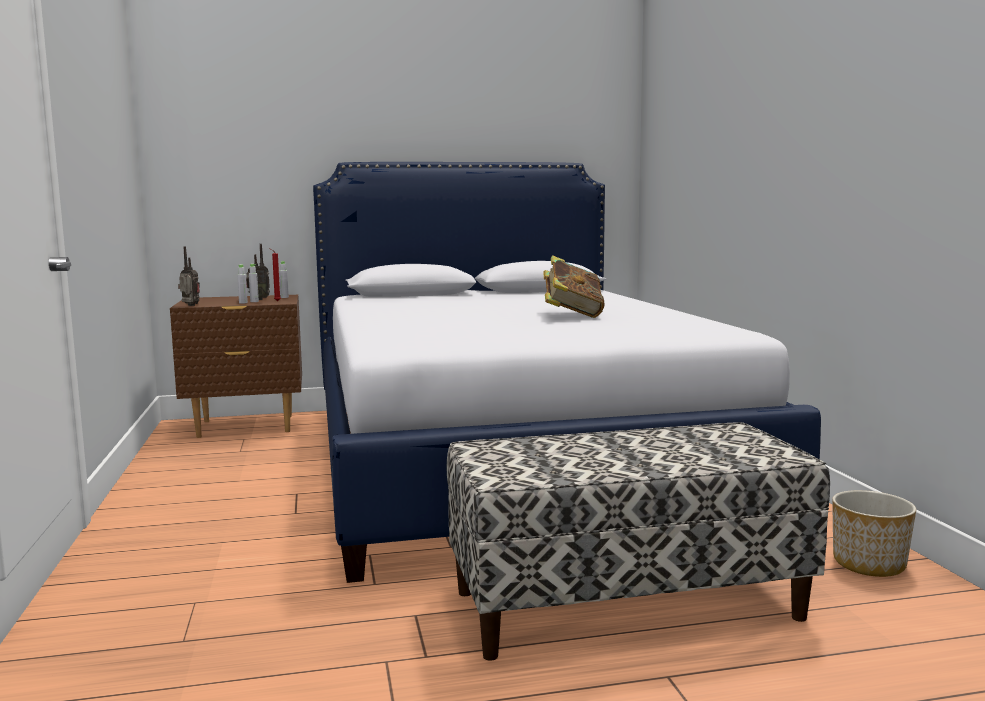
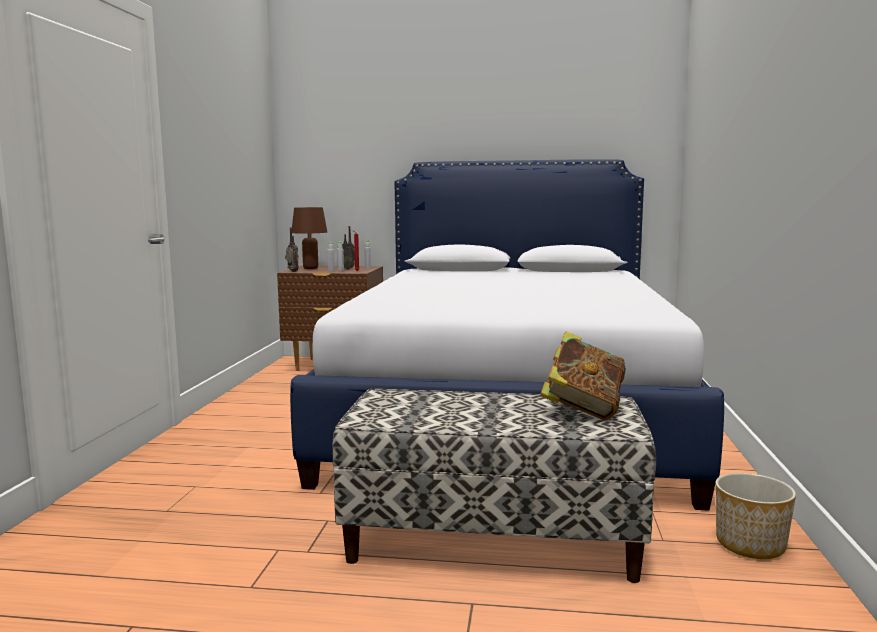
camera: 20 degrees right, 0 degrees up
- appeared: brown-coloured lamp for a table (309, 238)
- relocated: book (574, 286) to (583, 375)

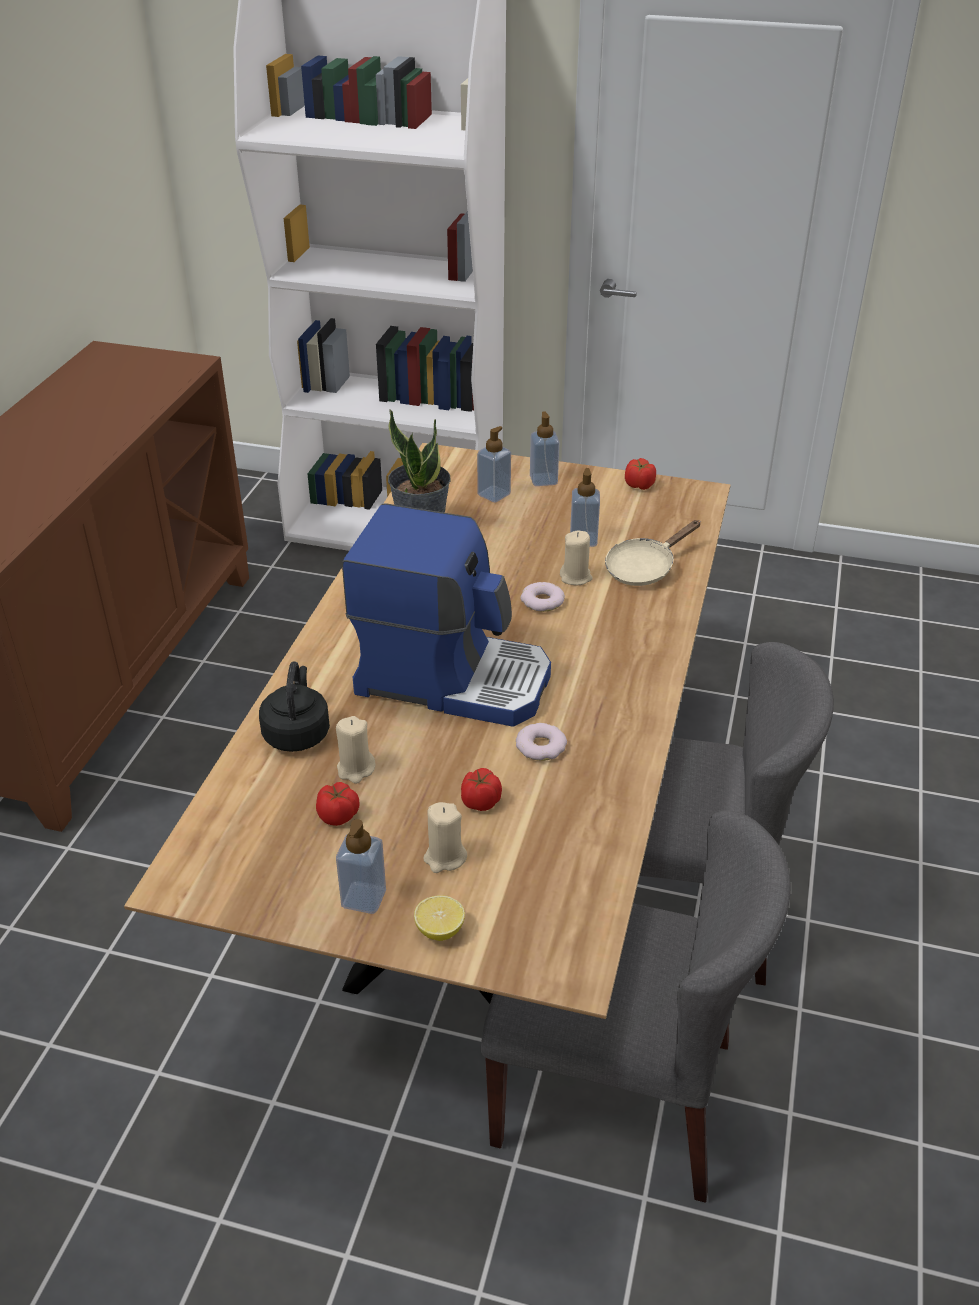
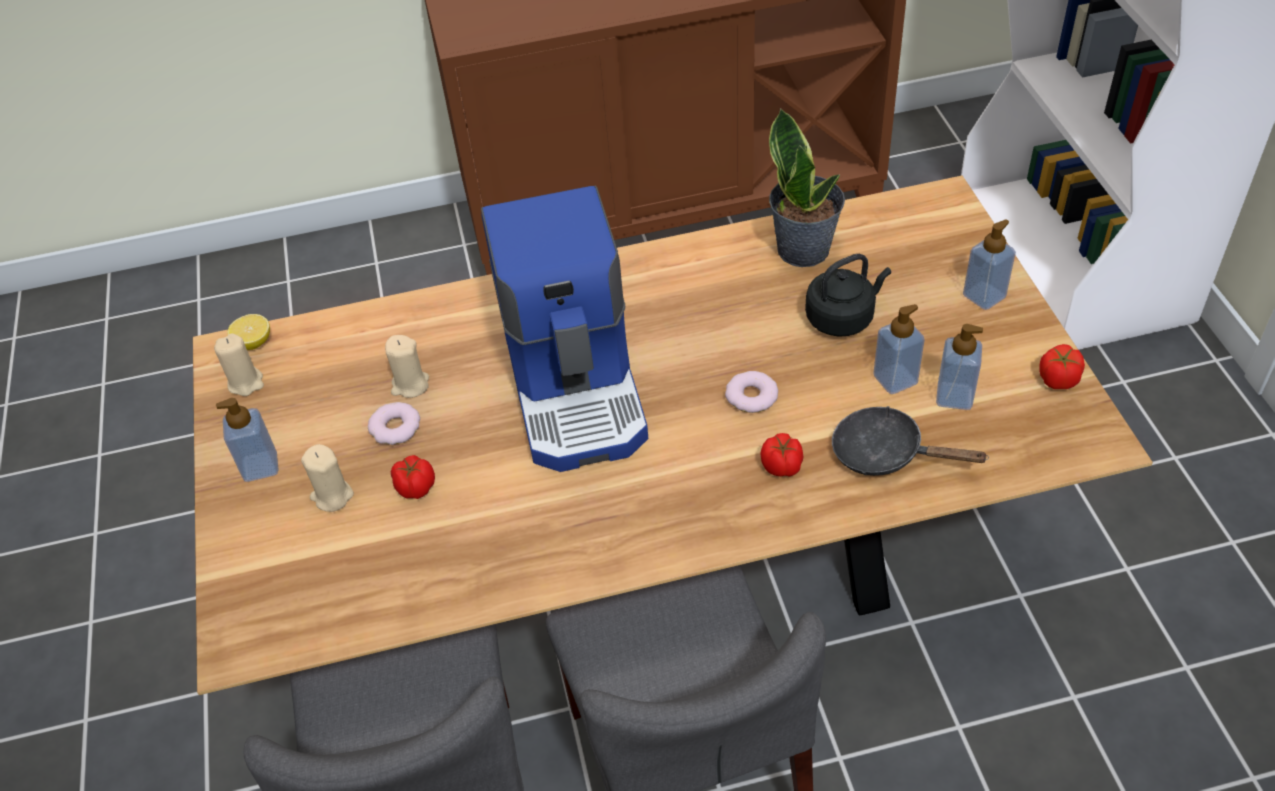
camera: 65 degrees right, 10 degrees up
- relocated: blackish tea kettle (294, 706) to (848, 295)
- relocated: whole tomato (338, 804) to (782, 454)
- relocated: citrus fruit (439, 918) to (248, 332)
- relocated: soap bottle (494, 464) to (959, 367)
- relocated: ring doughnut (541, 742) to (394, 423)
- relocated: beige-coloured wax light (576, 558) to (239, 364)
- colour: beige-coloured skillet (653, 553) to blackish skillet (910, 441)

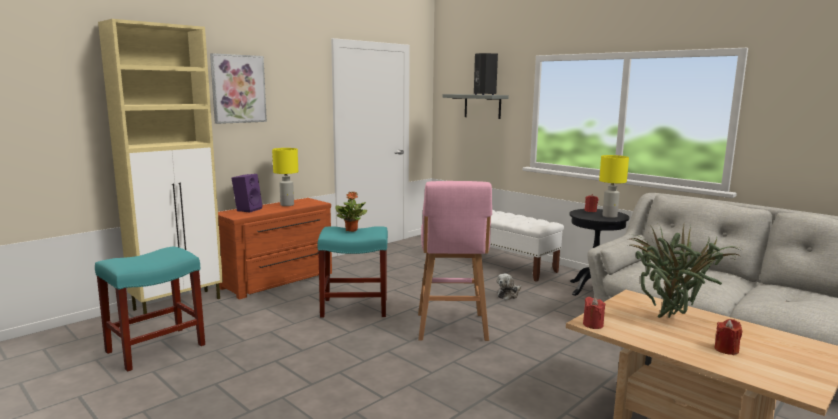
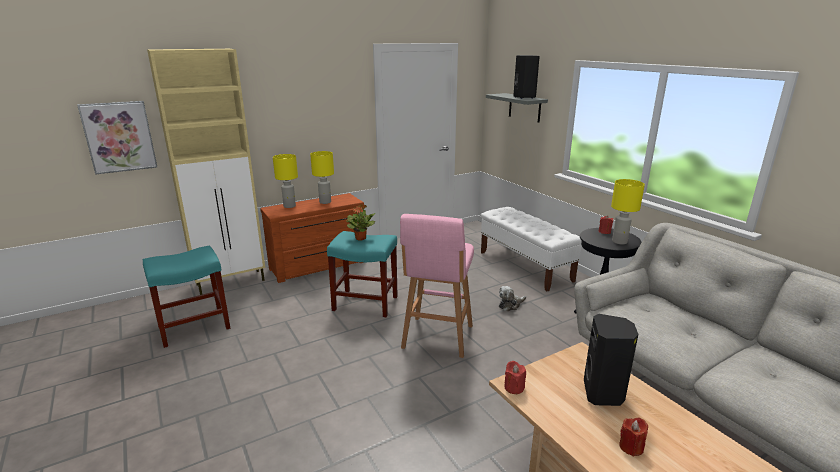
camera: 15 degrees right, 10 degrees up
- relocated: wall picture (238, 88) to (117, 138)
- exchanged: purplish speaker (247, 193) to yellow-coloured lamp for a table (285, 181)
- exchanged: houseplant (684, 271) to blackish speaker (611, 360)

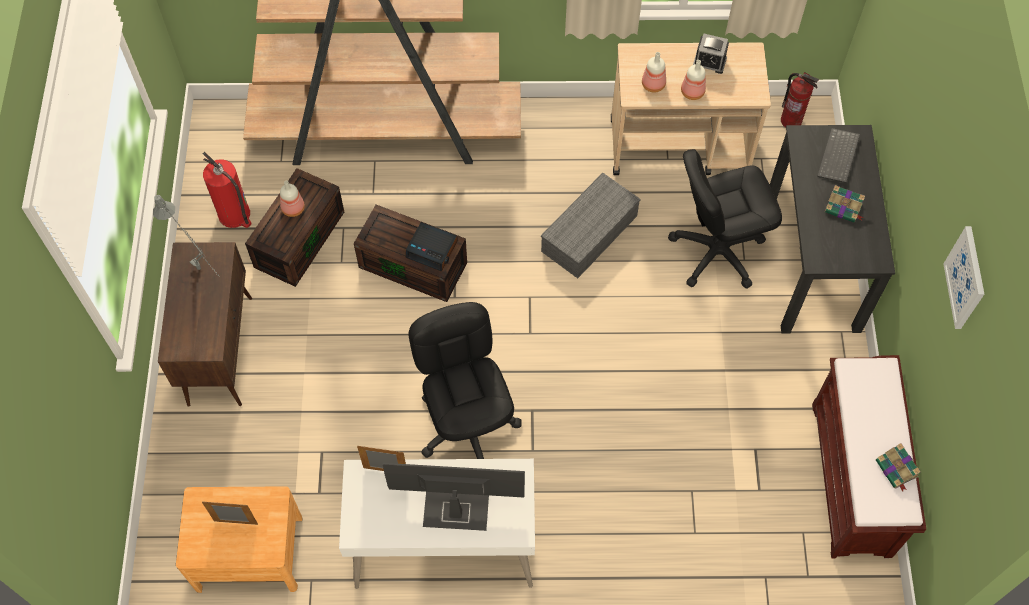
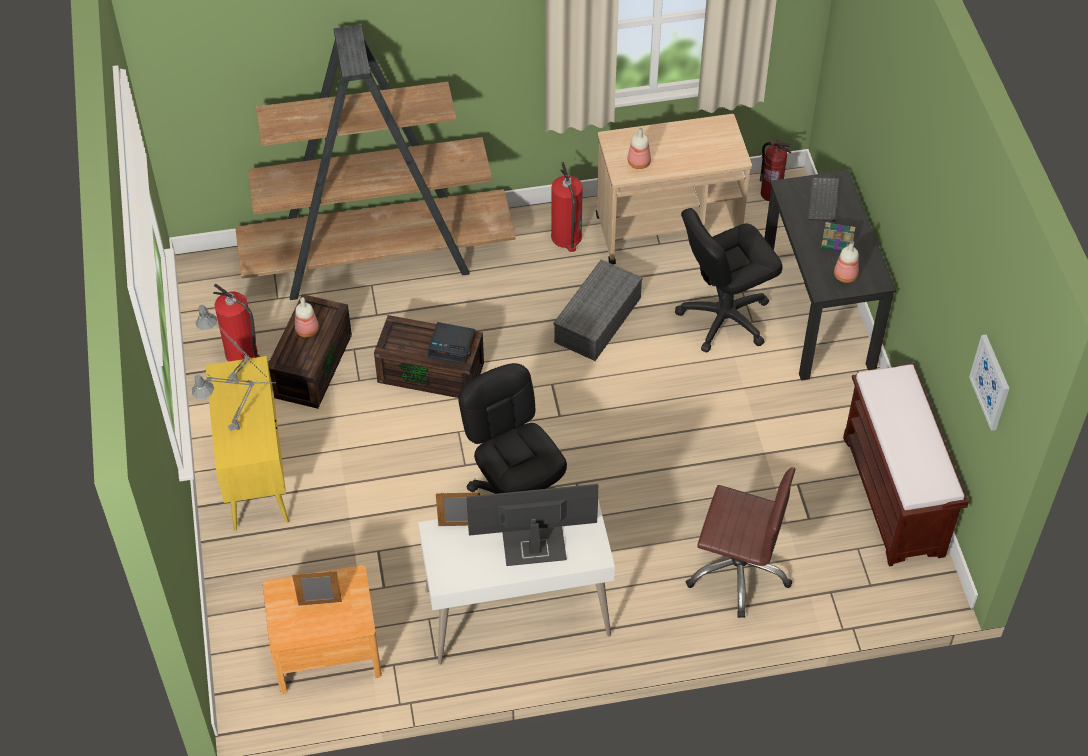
camera: 10 degrees left, 10 degrees down
- missing: table clock (711, 54)
- missing: book (898, 467)
- appeared: greyish lamp for a table (234, 402)
- appeared: fire extinguisher (567, 207)
- appeared: brown-coloured computer chair (741, 542)
- relocated: drink bottle (693, 80) to (846, 262)
- relocated: wall picture (963, 277) to (989, 382)
- colour: brown-coloured cabinet (205, 324) to yellow-coloured cabinet (247, 443)

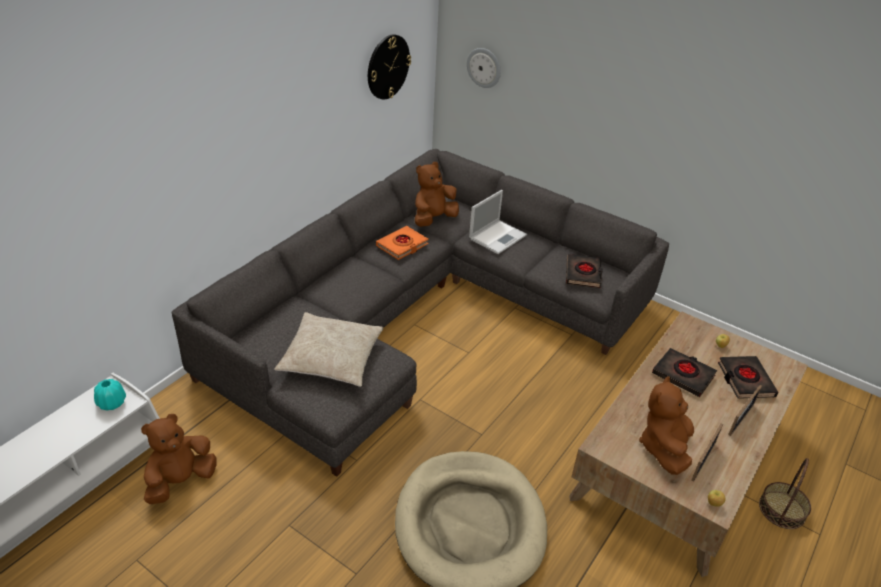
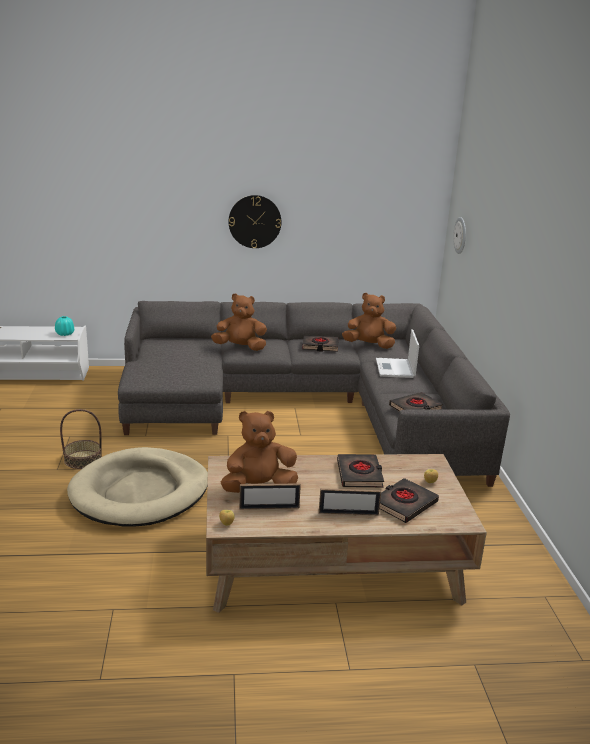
camera: 50 degrees right, 15 degrees down
- missing: beige-coloured pillow (328, 349)
- relocated: brown-coloured cuddly toy (178, 459) to (239, 322)
- relocated: hanging clock (389, 67) to (255, 221)
- relocated: storage basket (785, 493) to (81, 439)
- colour: orange-coloured book (402, 243) to blackish book (320, 343)
- spun: notebook computer (498, 222) = (397, 353) 90 degrees clockwise

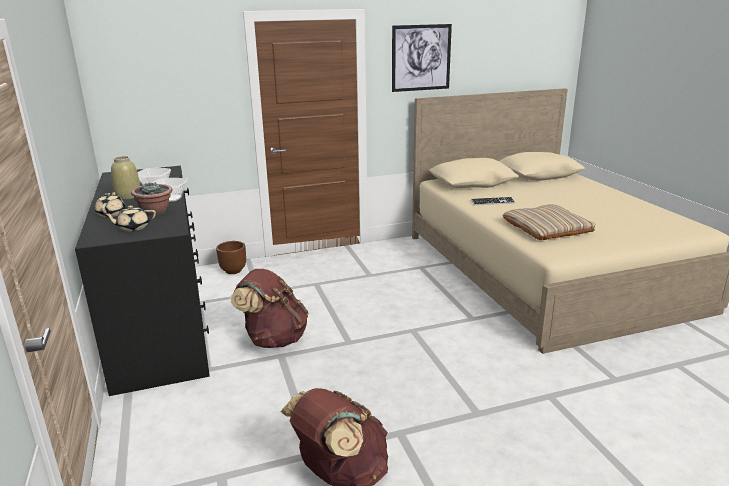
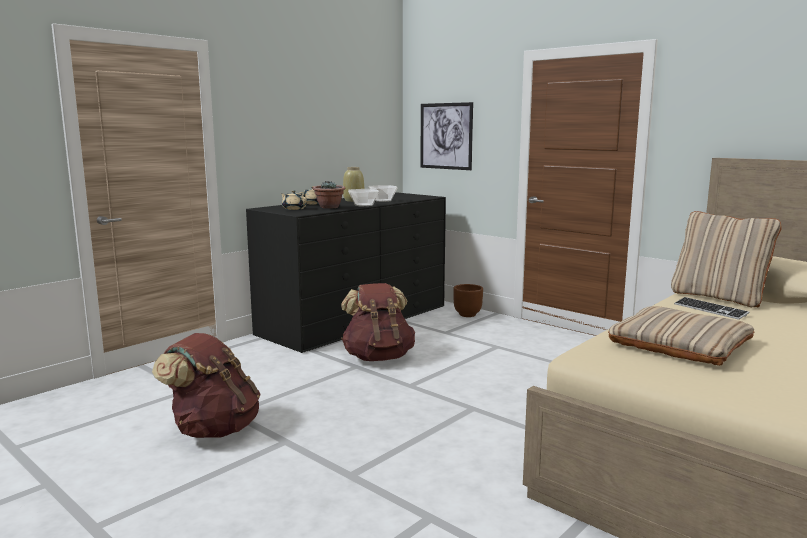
camera: 60 degrees right, 10 degrees down
- appeared: beige-coloured pillow (726, 259)
- relocated: wall picture (422, 58) to (446, 136)

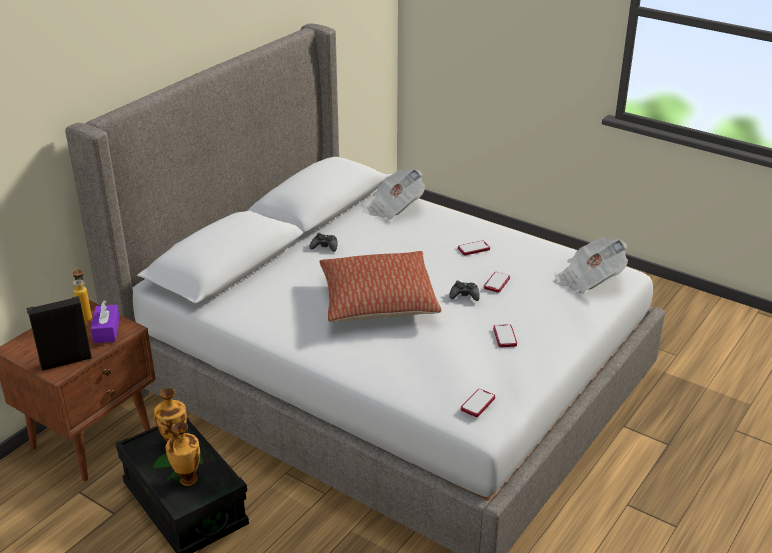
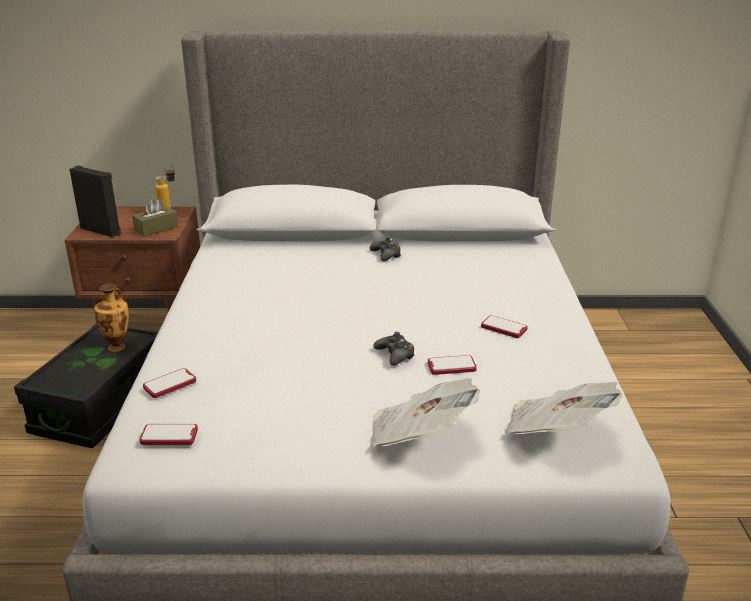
camera: 55 degrees right, 5 degrees down
- missing: flower vase (183, 454)
- missing: pillow (380, 287)
- relocated: daily paper (395, 194) to (425, 412)
- relocated: telephone (505, 335) to (169, 383)
- colour: purplish tissue holder (105, 321) to brown-coloured tissue holder (155, 217)

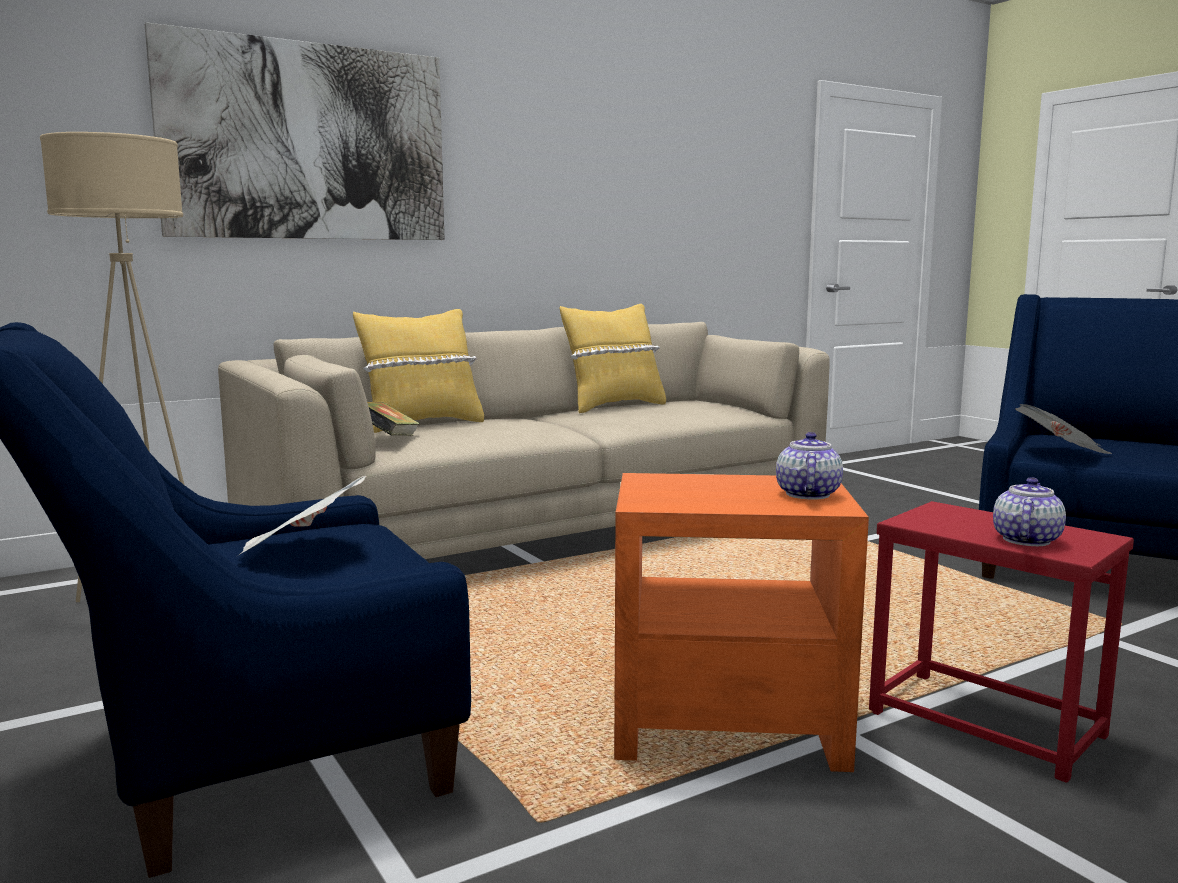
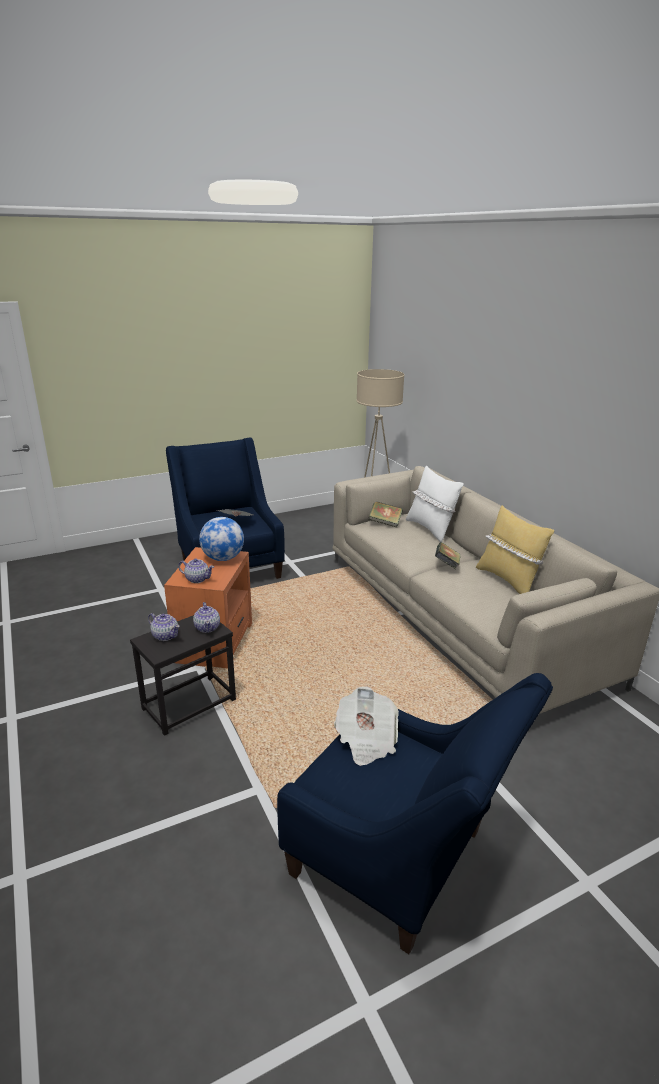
camera: 95 degrees right, 15 degrees up
- missing: wall picture (295, 131)
- appeared: tea pot (206, 617)
- appeared: globe (221, 539)
- appeared: book (448, 555)
- colour: yellow-coloured pillow (418, 371) to white pillow (435, 503)
- colour: red accent table (1001, 642) to blackish accent table (183, 675)

